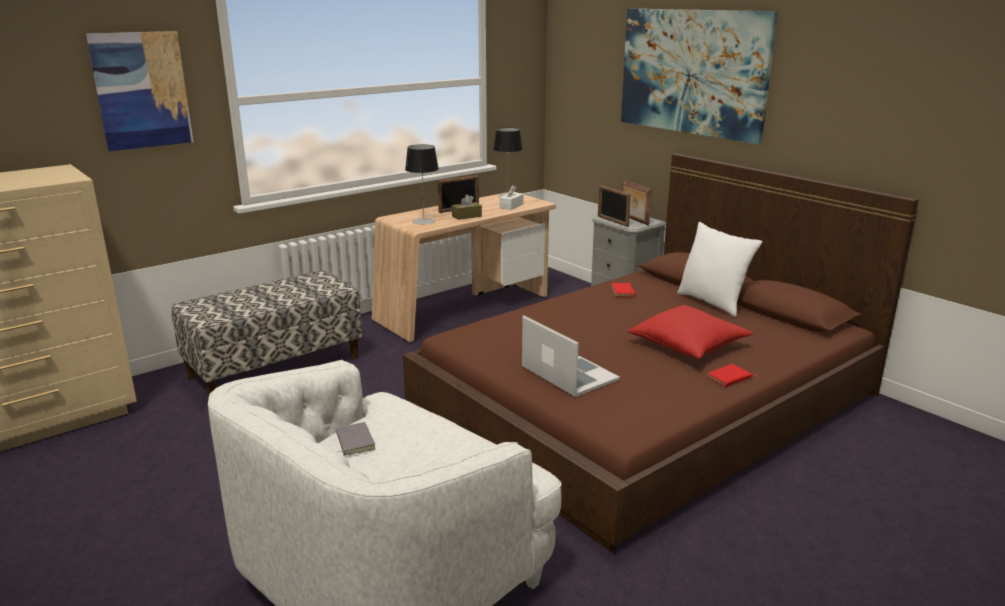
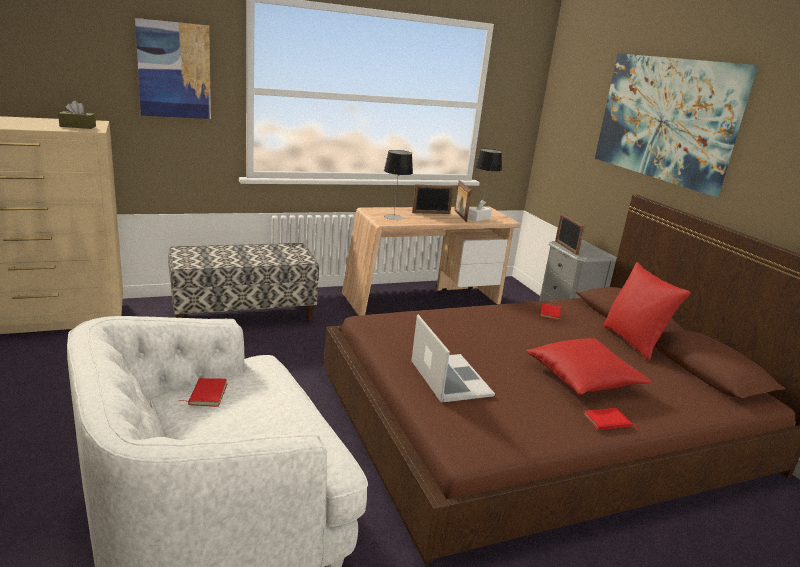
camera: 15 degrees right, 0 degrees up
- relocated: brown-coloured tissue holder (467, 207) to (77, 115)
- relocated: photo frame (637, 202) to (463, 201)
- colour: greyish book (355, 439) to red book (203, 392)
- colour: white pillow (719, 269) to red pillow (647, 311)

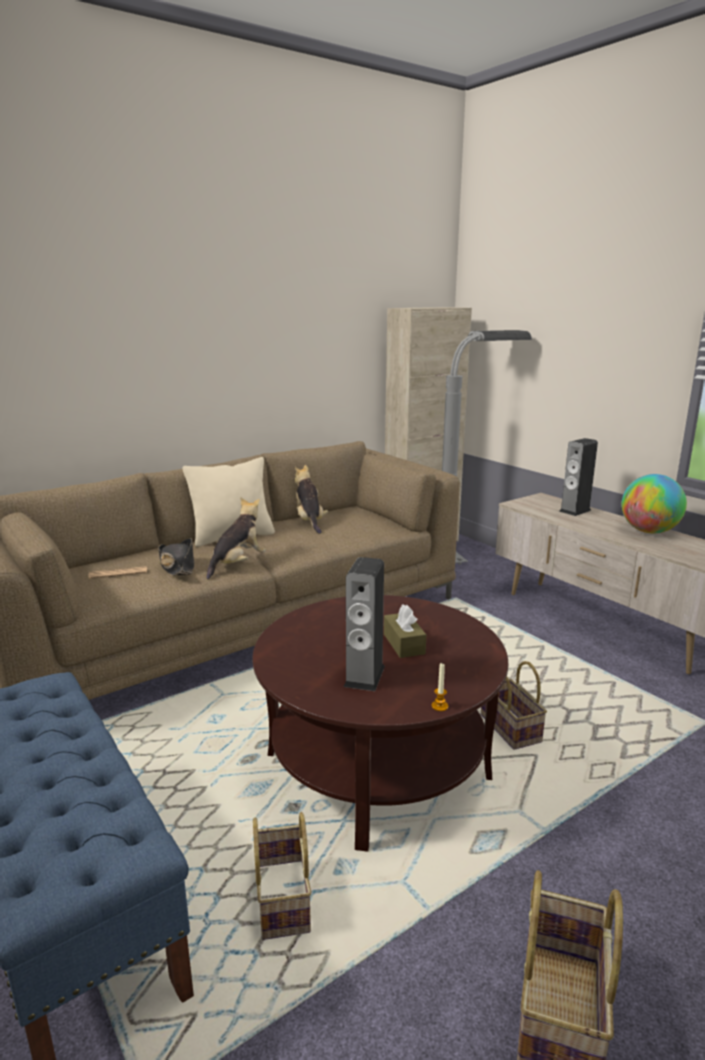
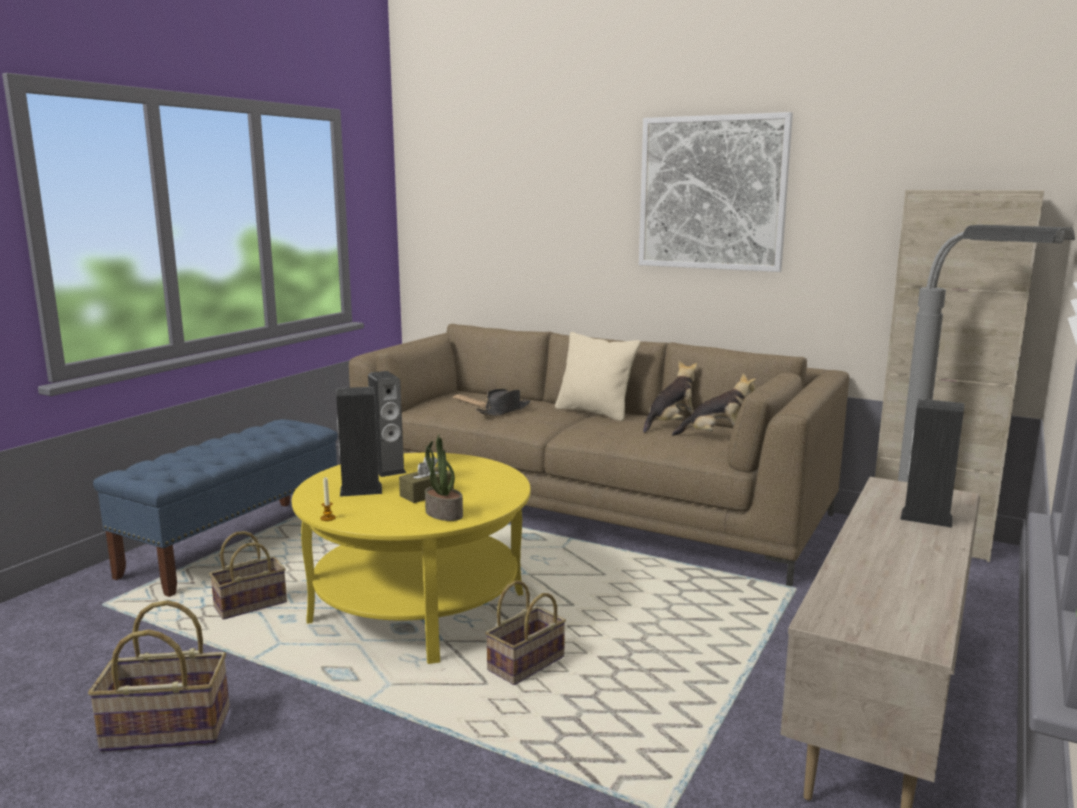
camera: 65 degrees right, 5 degrees down
- missing: globe (654, 503)
- appeared: speaker (387, 424)
- appeared: houseplant (444, 477)
- appeared: wall picture (716, 192)
- relocated: cuddly toy (236, 538) to (714, 404)
- colour: brown-coloured lounge table (380, 723) to yellow-coloured lounge table (411, 558)

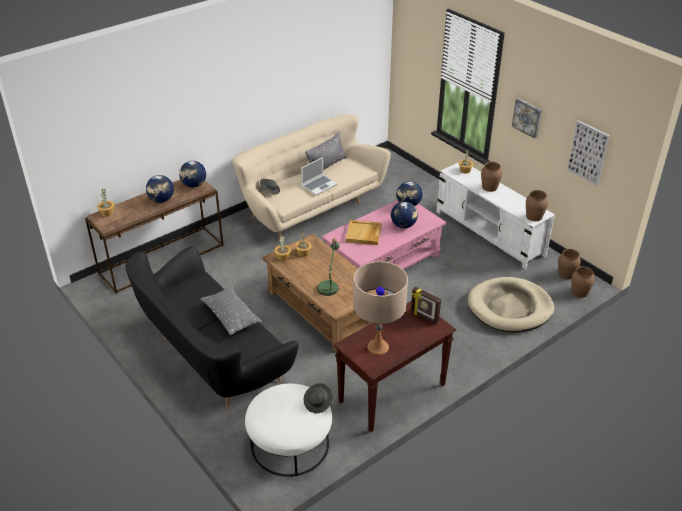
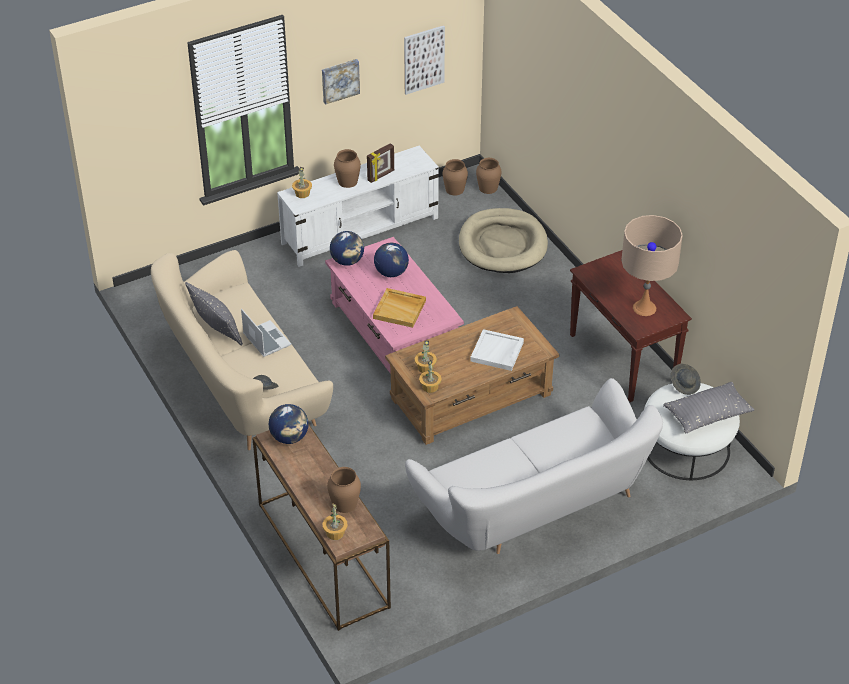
camera: 80 degrees left, 5 degrees up
- missing: globe (160, 189)
- relocated: greyish pillow (231, 310) to (708, 407)
- relocated: photo frame (426, 306) to (380, 163)
- relocated: brown-coloured flower vase (537, 205) to (344, 490)
- exchanged: lamp for a table (328, 267) to white carrying tray (497, 350)
- colour: blackish settee (211, 328) to white settee (534, 466)

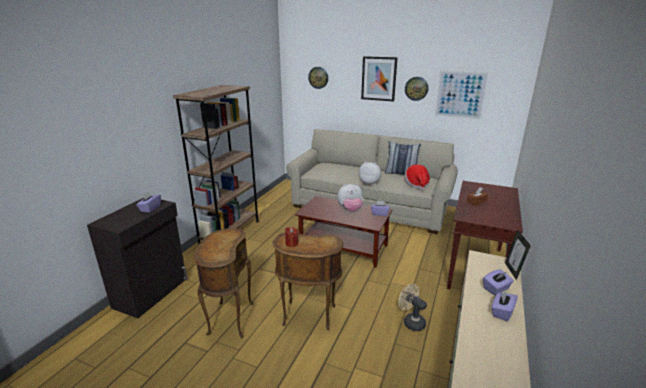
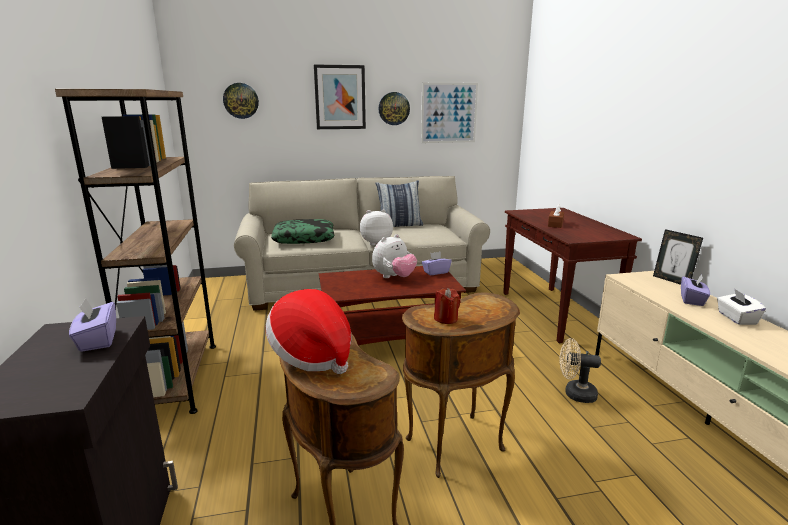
camera: 35 degrees left, 5 degrees down
- appeared: pillow (302, 231)
- relocated: hat (417, 177) to (309, 331)
- colour: purplish tissue holder (505, 306) to white tissue holder (741, 306)

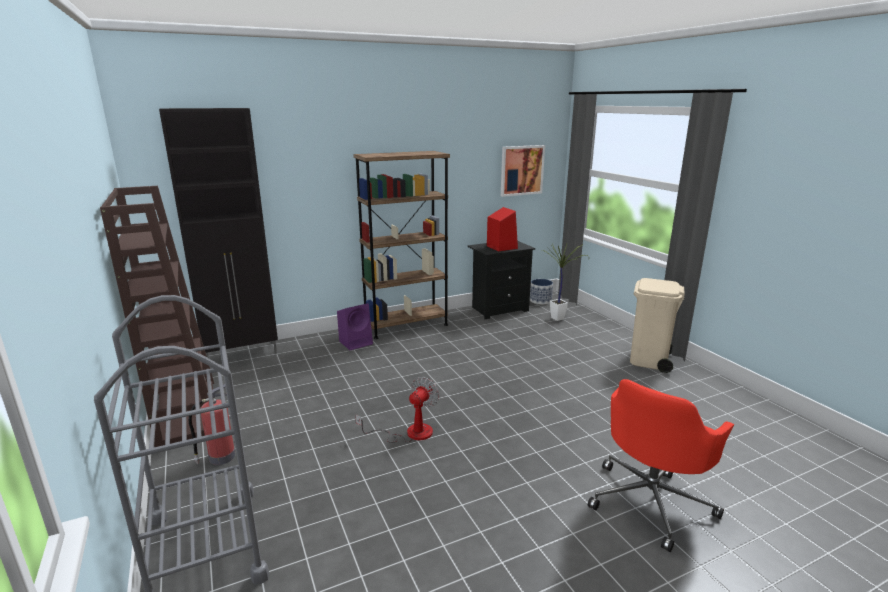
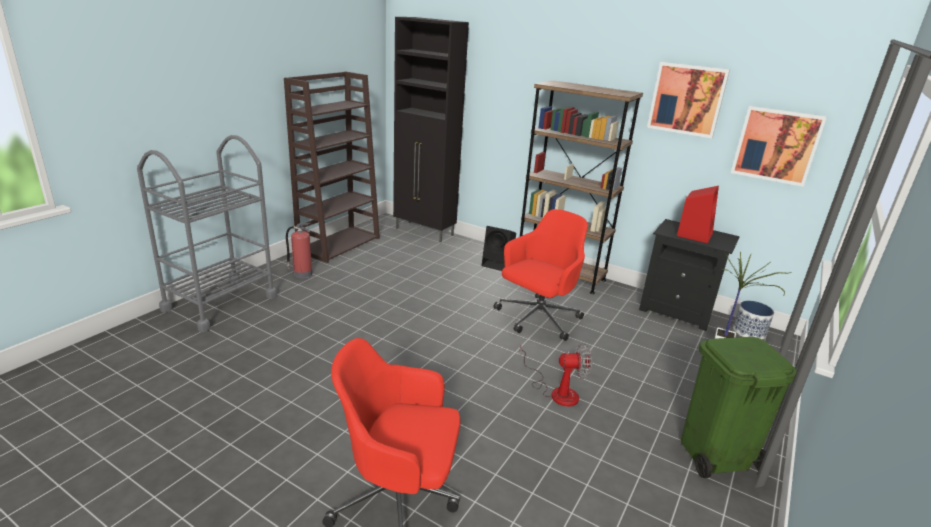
camera: 55 degrees right, 5 degrees up
- appeared: red computer chair (541, 275)
- appeared: wall picture (688, 100)
- relocated: fan (397, 410) to (556, 375)
- colour: purplish speaker (355, 326) to blackish speaker (498, 248)
- colour: beige-coloured trash can (657, 325) to greenish trash can (739, 407)

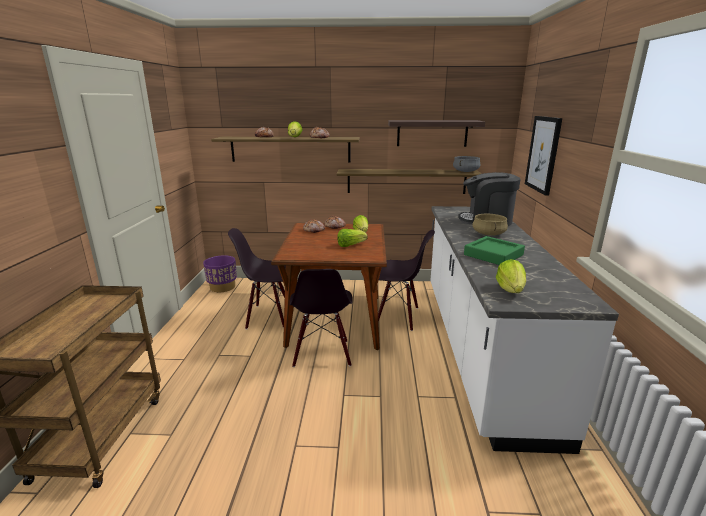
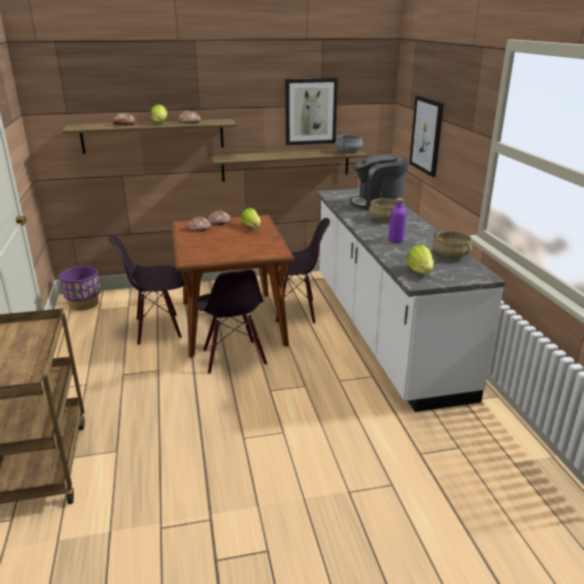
camera: 15 degrees left, 5 degrees up
- missing: head of lettuce (352, 238)
- appeared: beige-coloured saucepot (452, 244)
- exchanged: wall shelf (436, 133) to wall picture (311, 111)
- exchanged: greenish carrying tray (494, 250) to purplish drink bottle (397, 220)

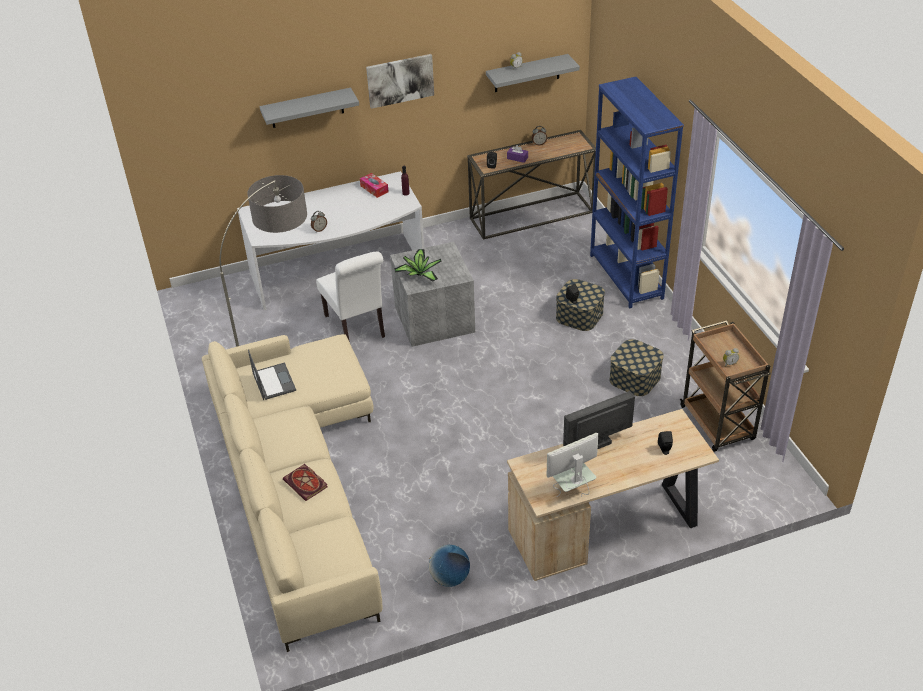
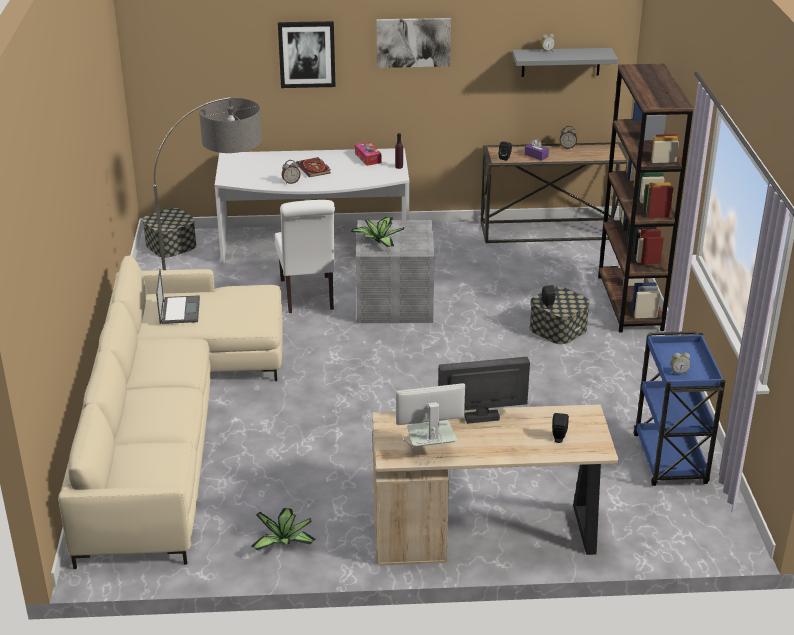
camera: 15 degrees right, 10 degrees down
- relocated: book (305, 482) to (313, 167)
- relocated: storage bin (637, 367) to (169, 233)
- exchanged: greyish wall shelf (309, 107) to wall picture (307, 54)
- exchanged: globe (449, 566) to houseplant (283, 529)
- colour: blue bookshelf (637, 192) to brown-coloured bookshelf (646, 198)
- colour: brown-coloured wheeled cart (725, 386) to blue wheeled cart (679, 408)

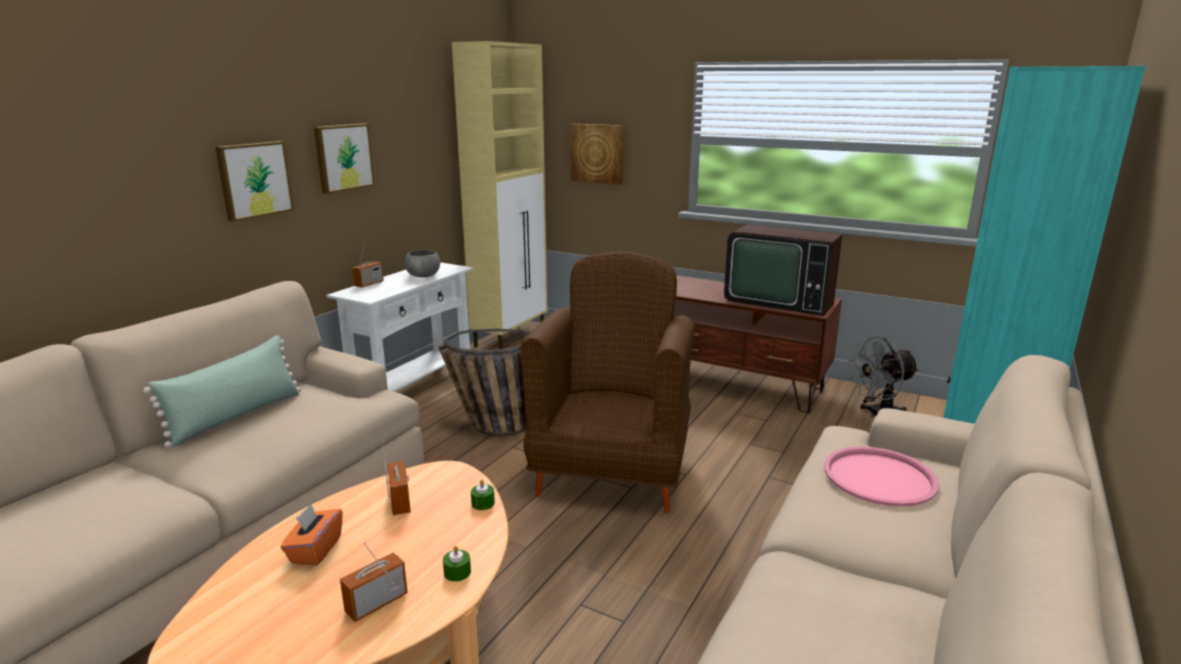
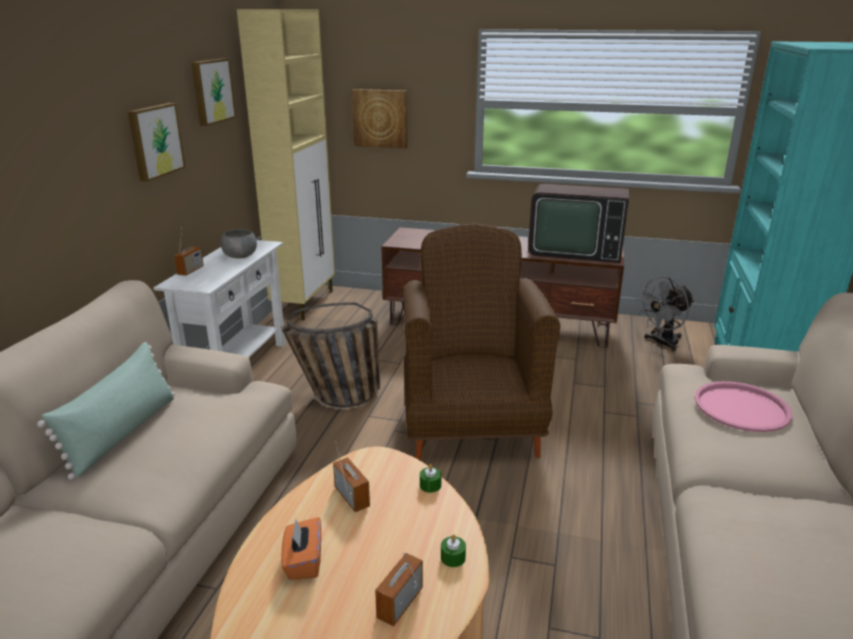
camera: 15 degrees left, 5 degrees up
- relocated: wall picture (254, 181) to (213, 92)

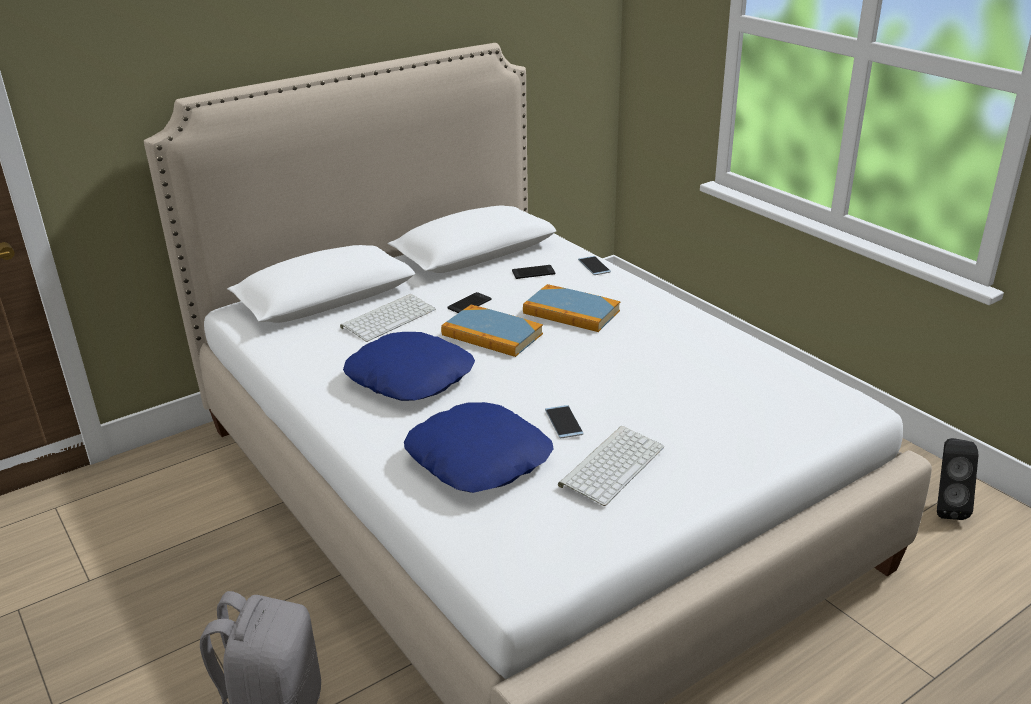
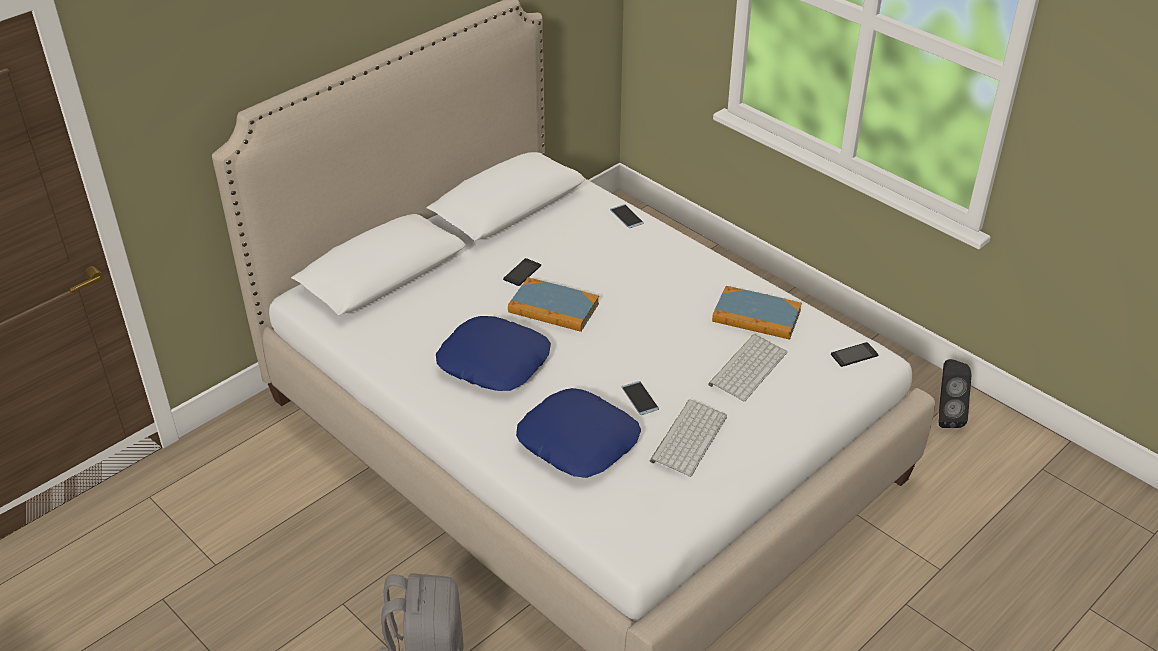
camera: 10 degrees left, 10 degrees up
- relocated: PC keyboard (388, 318) to (747, 367)
- relocated: telephone (533, 272) to (854, 354)
- relocated: book (571, 308) to (757, 313)

